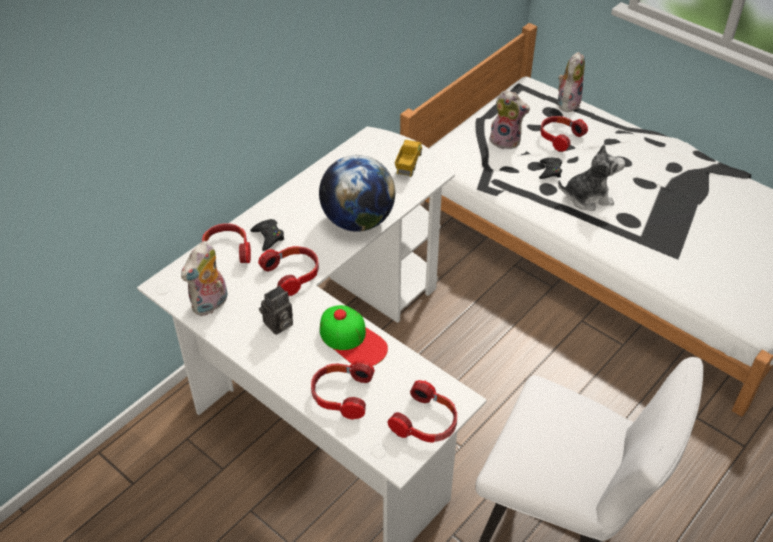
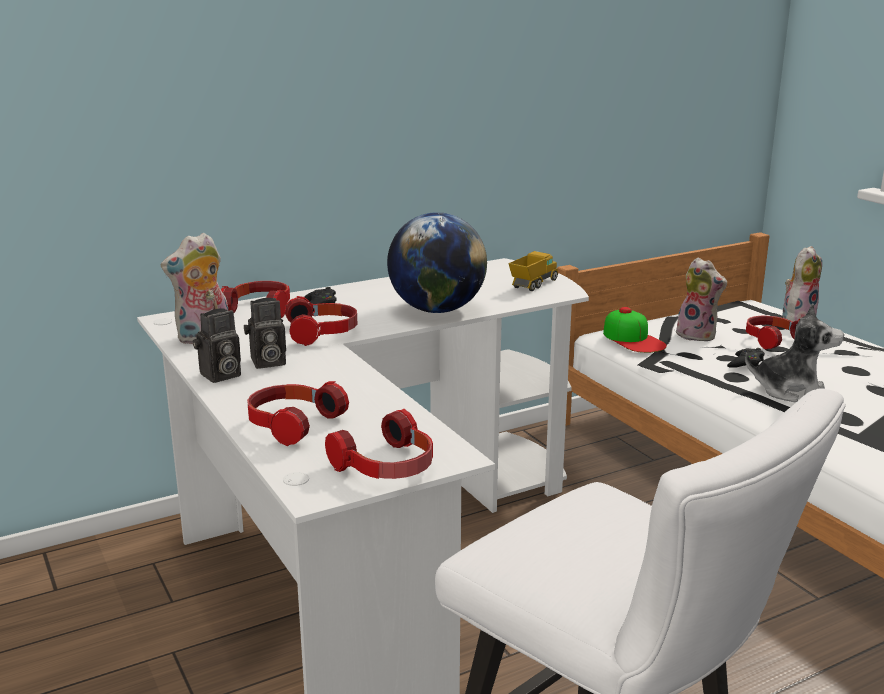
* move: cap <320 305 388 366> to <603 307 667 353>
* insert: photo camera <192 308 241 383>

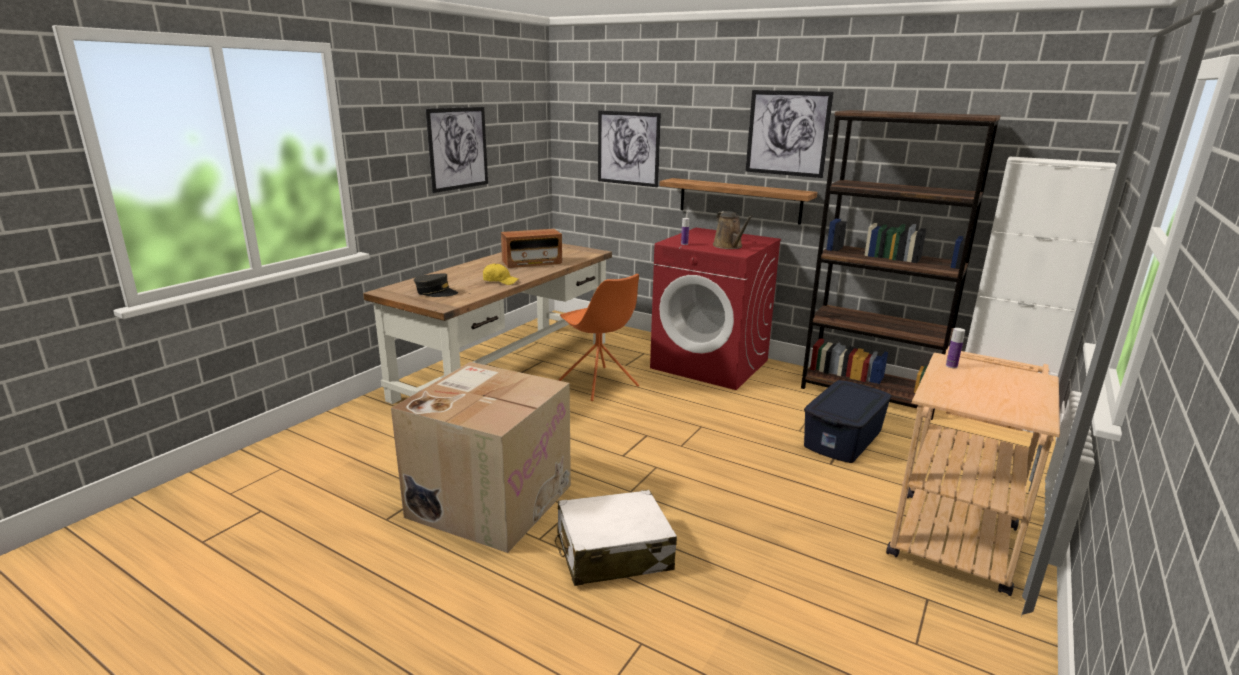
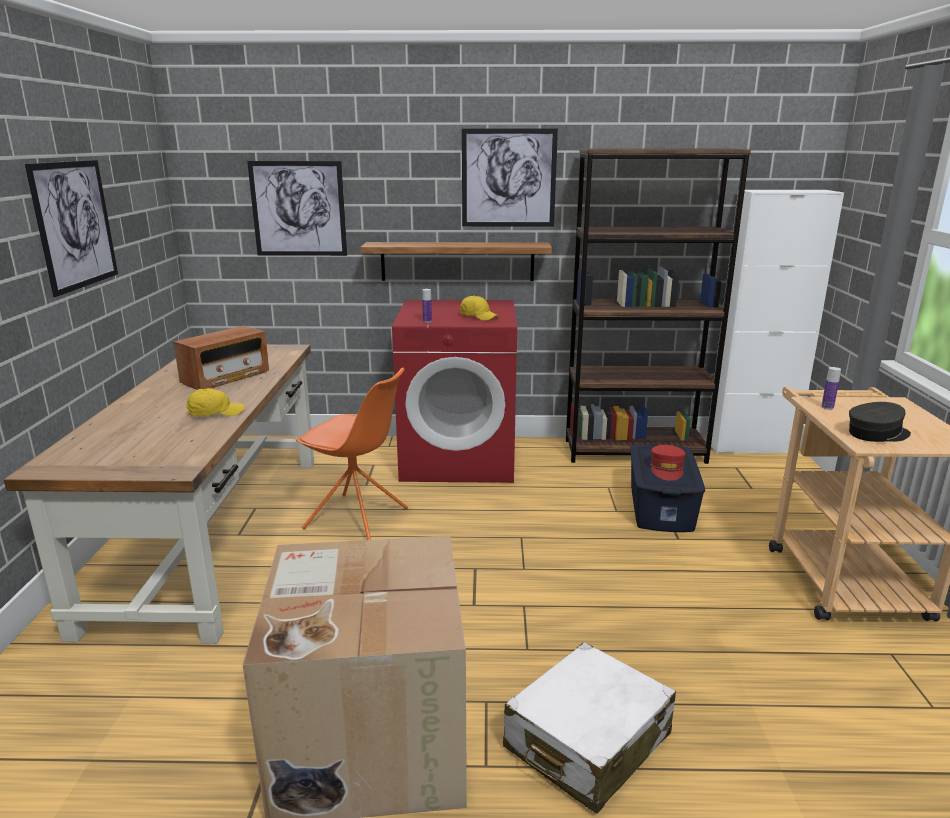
* replace: watering can in brown <713 211 753 249> to cap in yellow <460 296 499 321>
* move: cap in grey <414 273 458 297> to <849 402 911 442>
* insert: cap in red <651 445 686 481>

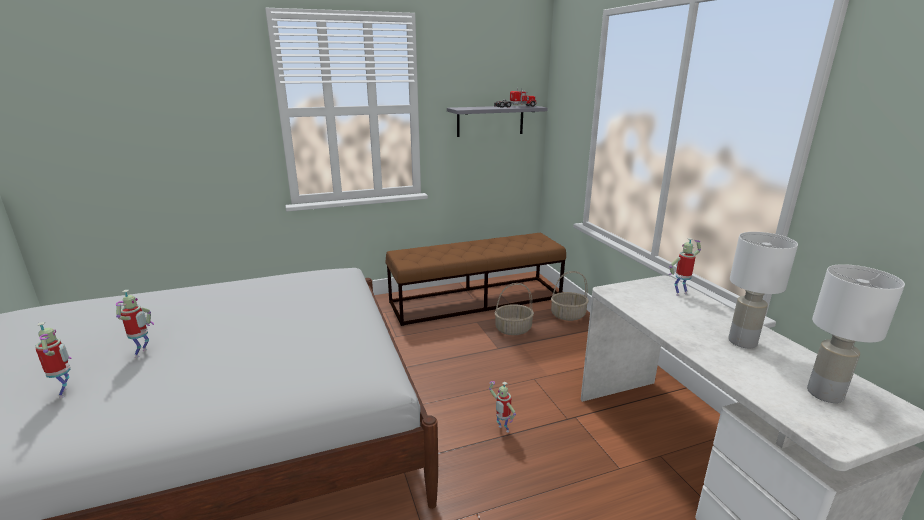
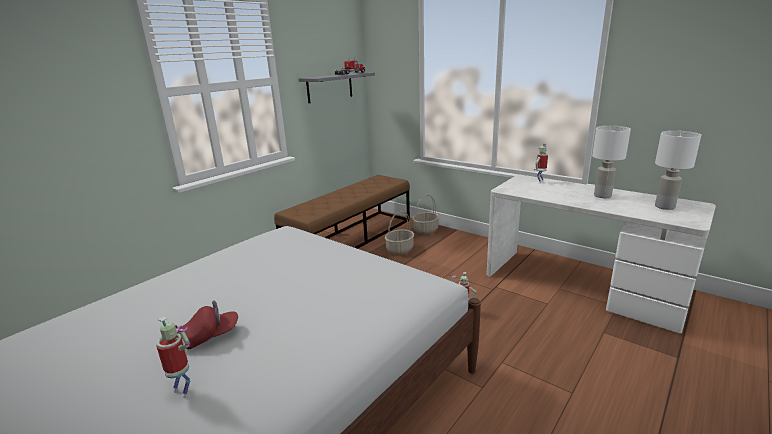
* replace: toy robot <116 290 154 358> to cap in red <175 300 238 349>

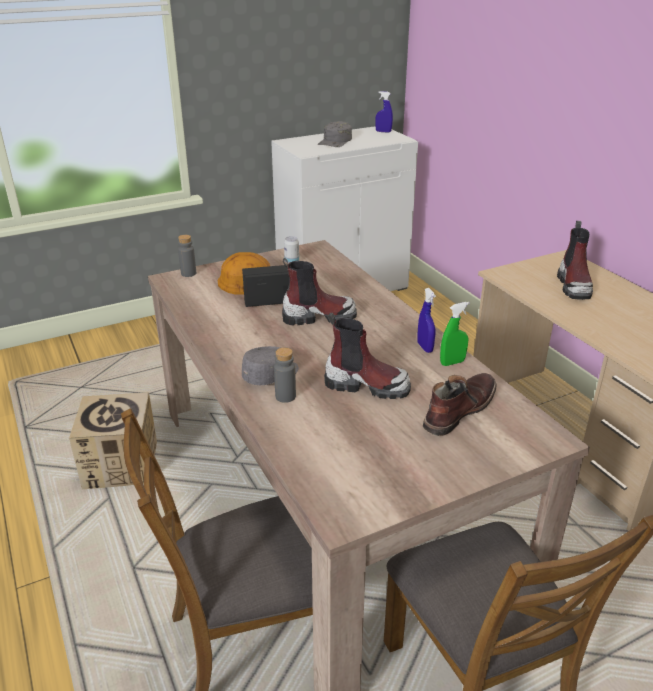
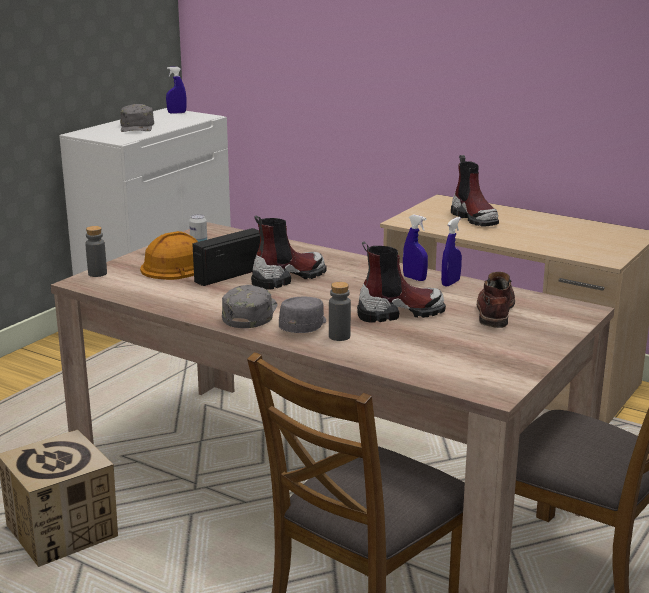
* recolor: spray bottle in green <440 302 470 366> to spray bottle in blue <441 217 462 287>
* insert: cap in grey <222 285 277 328>

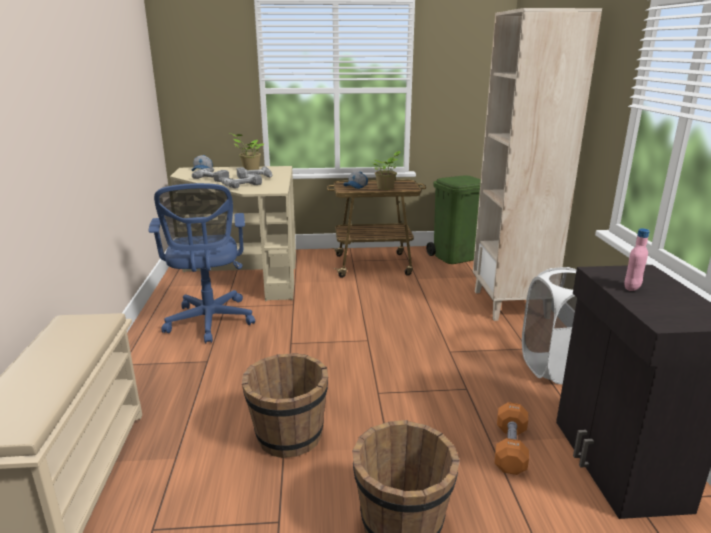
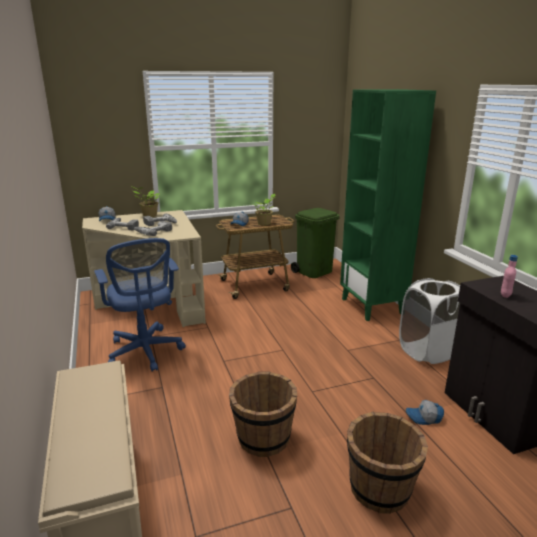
* recolor: bookcase in beige <473 8 602 321> to bookcase in green <340 89 436 321>
* replace: dumbbell in orange <494 402 529 475> to cap <406 400 444 425>

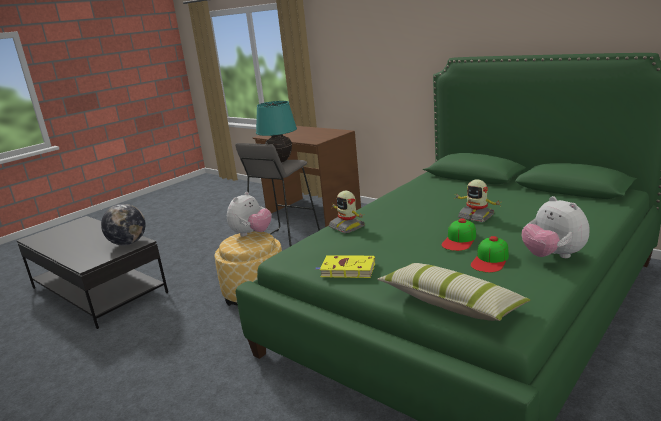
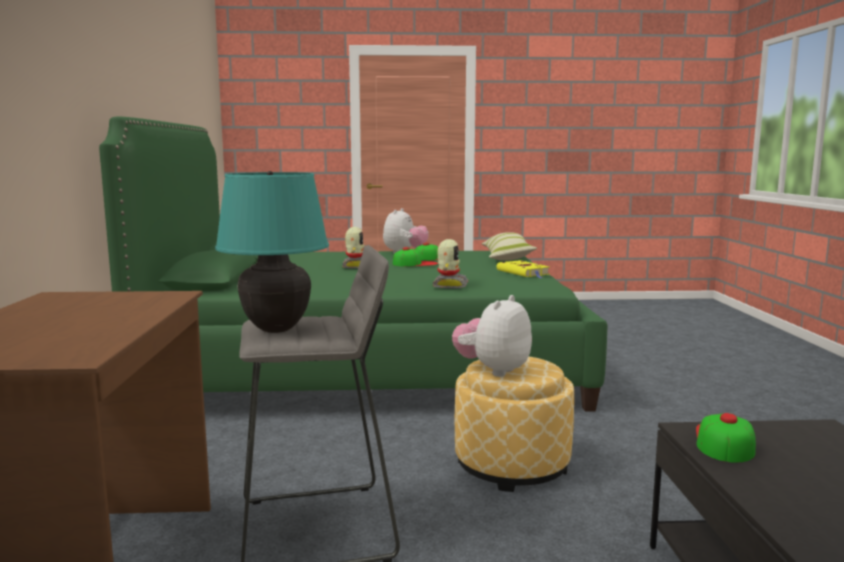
* rotate: plush toy <227 192 272 236> = <452 295 532 377> 45 degrees counterclockwise
* replace: globe <101 204 146 245> to cap <696 413 756 463>

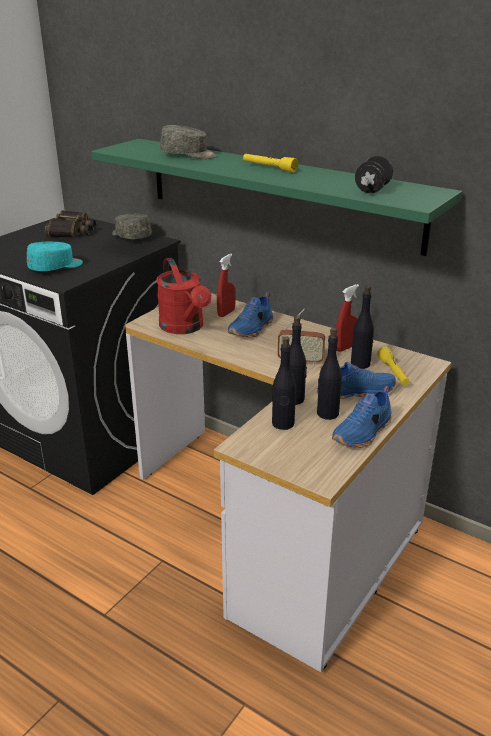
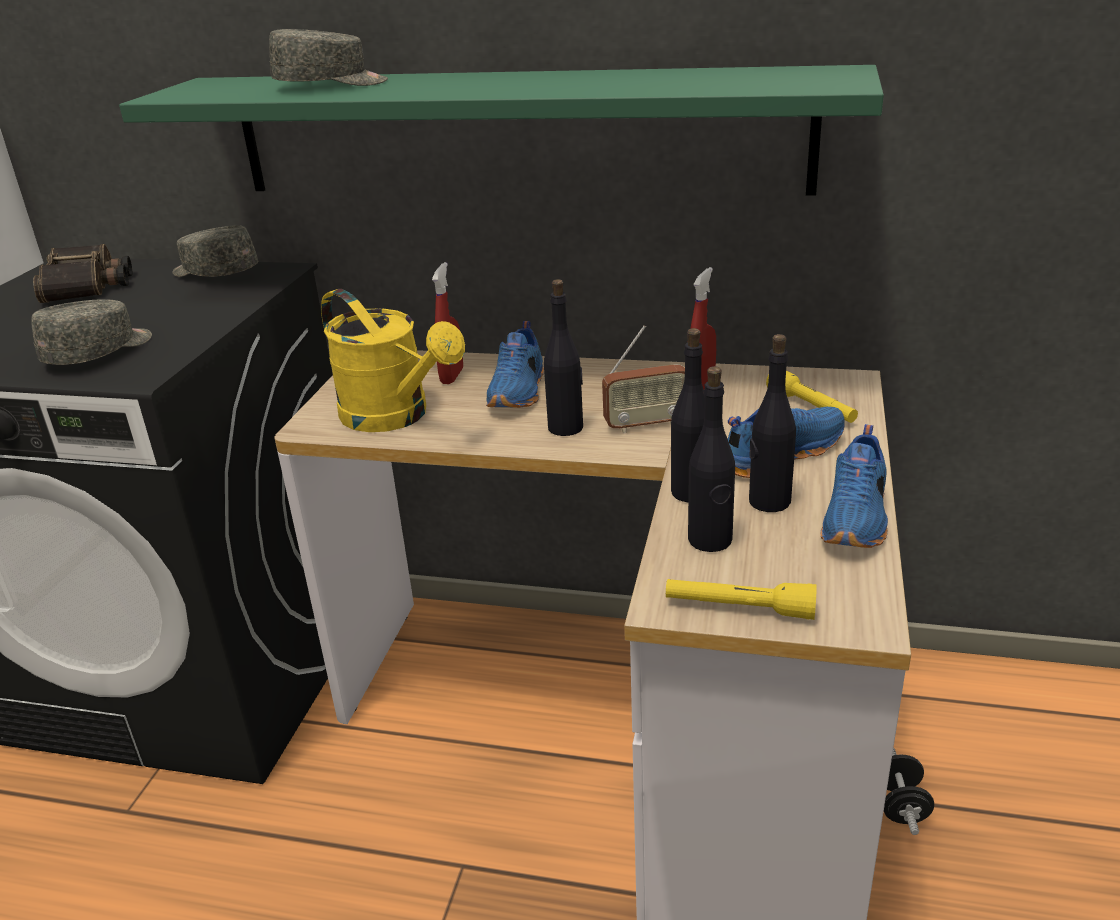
* move: flashlight in yellow <243 154 298 173> to <666 579 817 620>
* move: dumbbell in black <355 156 393 193> to <884 748 934 835>
* recolor: cap in turquoise <27 242 83 271> to cap in grey <31 299 152 365>
* recolor: watering can in red <156 258 211 334> to watering can in yellow <321 289 465 432>
* move: bottle in black <351 285 374 369> to <544 279 583 436>

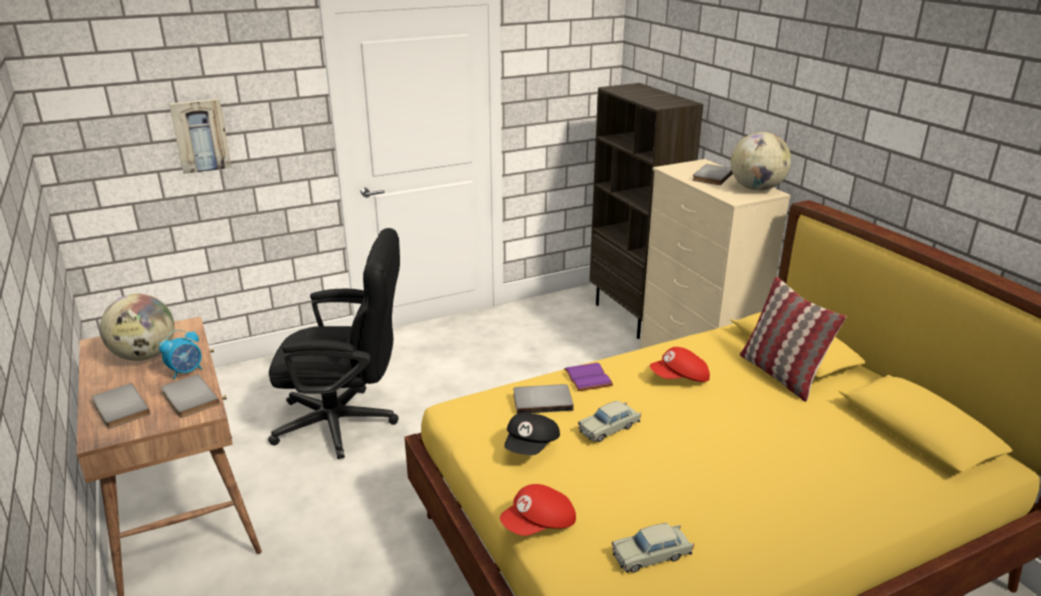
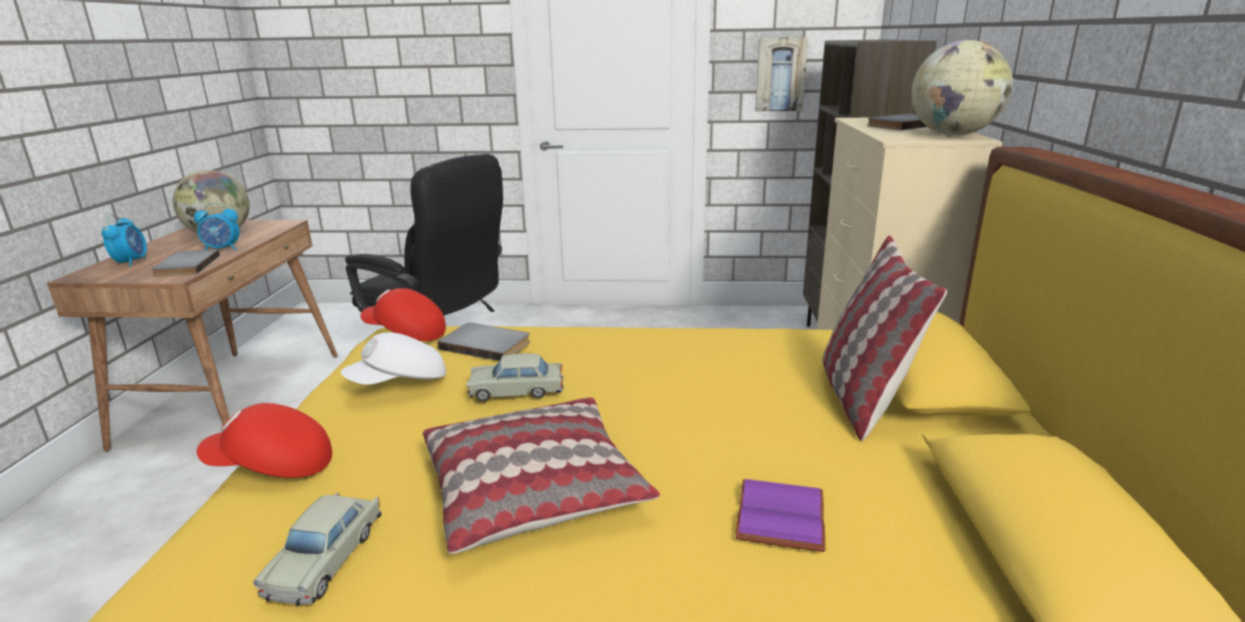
* move: picture <169 99 232 174> to <755 37 808 112>
* move: cap in red <650 347 710 382> to <360 288 446 341>
* move: book in purple <564 363 613 391> to <735 479 825 552>
* replace: book in grey <92 383 150 429> to alarm clock <102 215 147 267>
* recolor: cap in black <504 412 560 455> to cap in white <341 332 446 385>
* rotate: toy car in beige <612 523 694 573> = <253 492 382 606> 90 degrees counterclockwise
* insert: pillow <423 398 660 554>

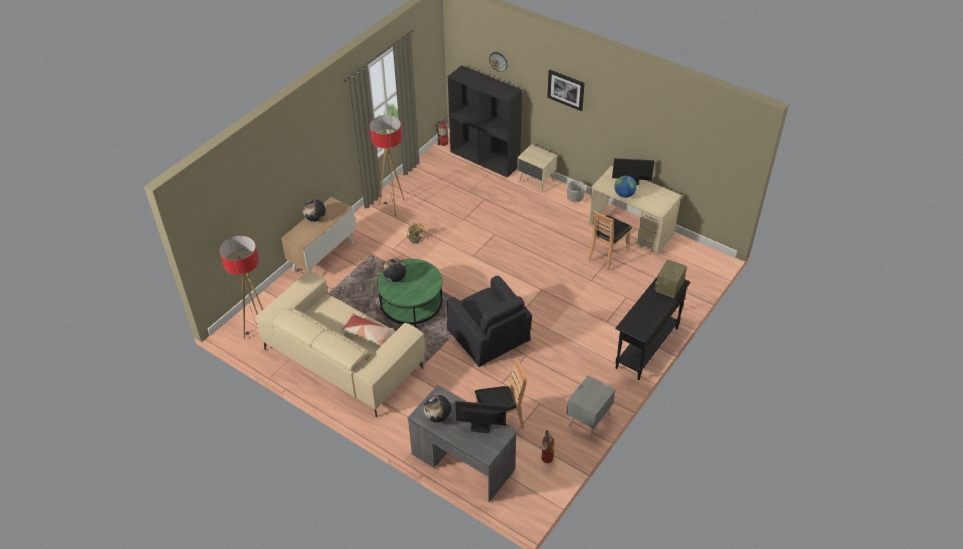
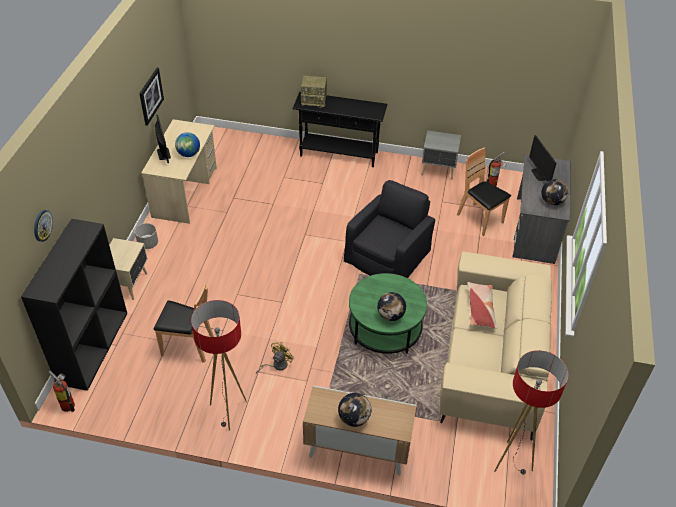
* move: picture <547 70 585 111> to <139 68 164 126>
* move: chair in brown <587 211 632 271> to <154 283 214 363>

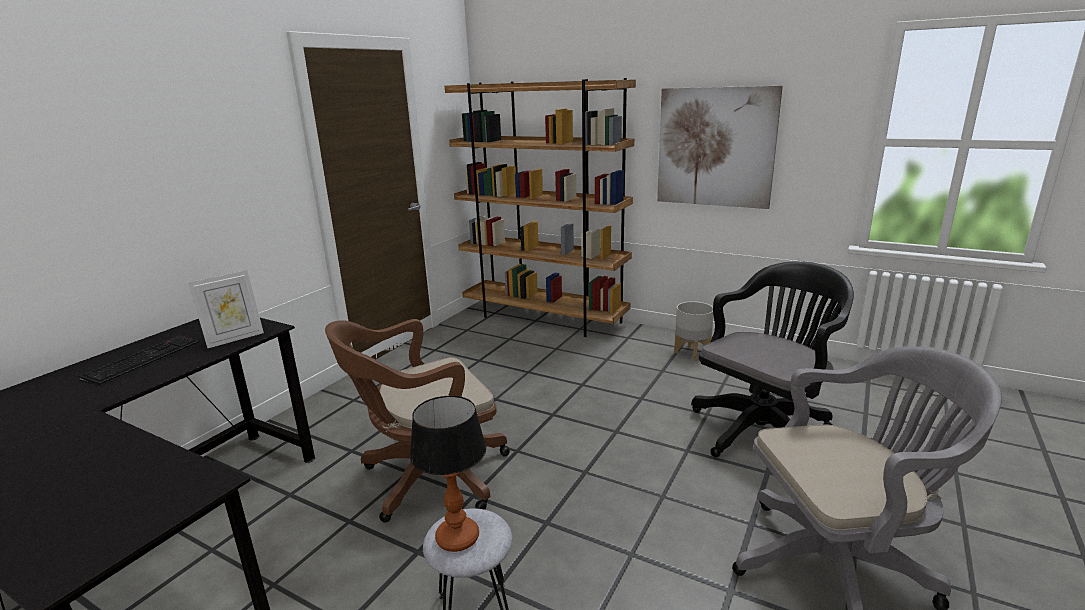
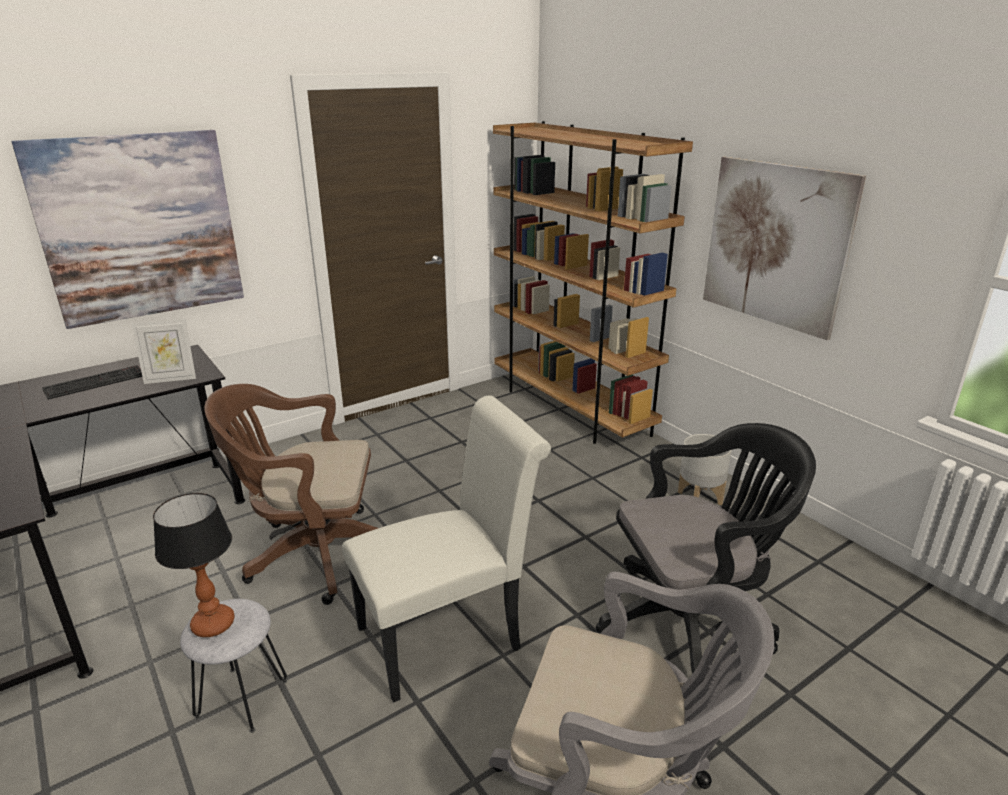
* insert: picture <11 130 244 329>
* insert: chair in white <342 395 551 703>

